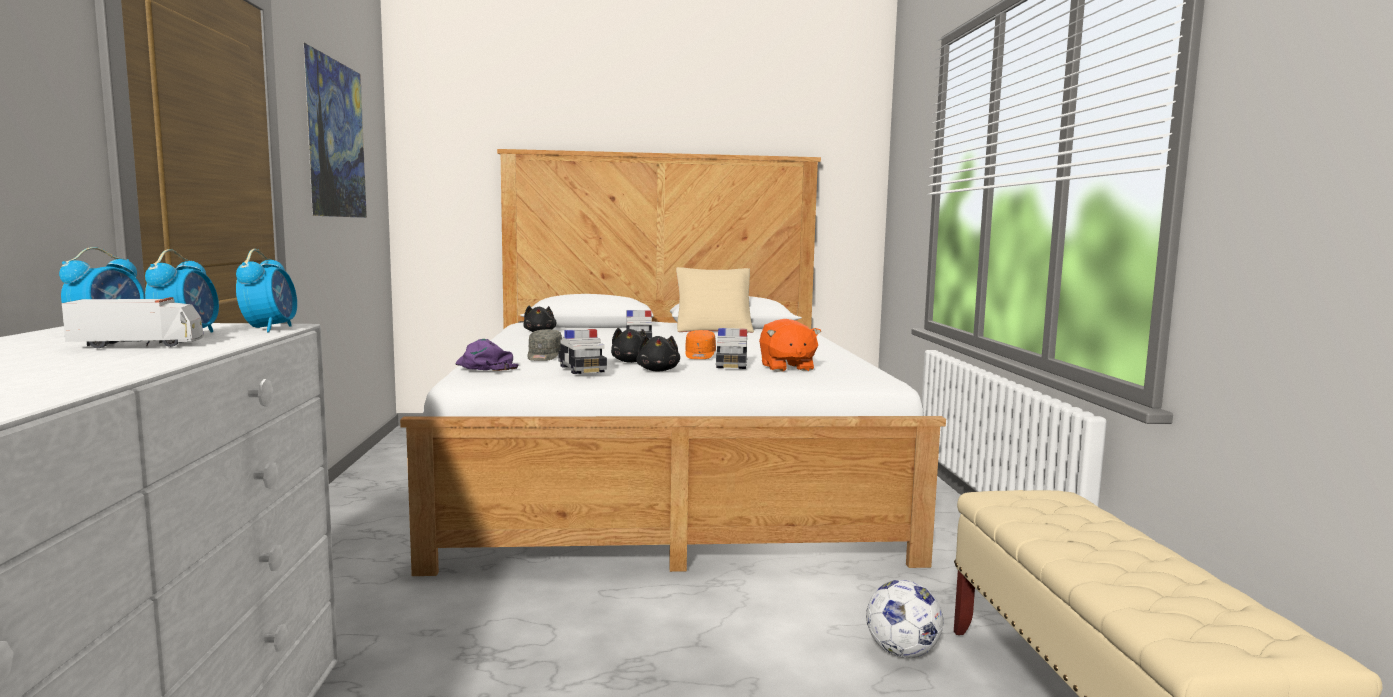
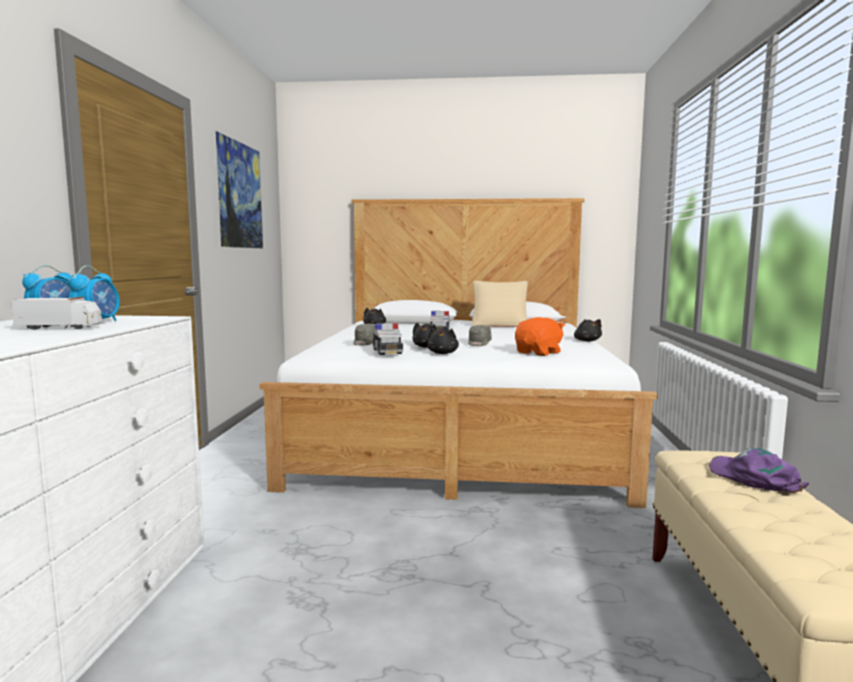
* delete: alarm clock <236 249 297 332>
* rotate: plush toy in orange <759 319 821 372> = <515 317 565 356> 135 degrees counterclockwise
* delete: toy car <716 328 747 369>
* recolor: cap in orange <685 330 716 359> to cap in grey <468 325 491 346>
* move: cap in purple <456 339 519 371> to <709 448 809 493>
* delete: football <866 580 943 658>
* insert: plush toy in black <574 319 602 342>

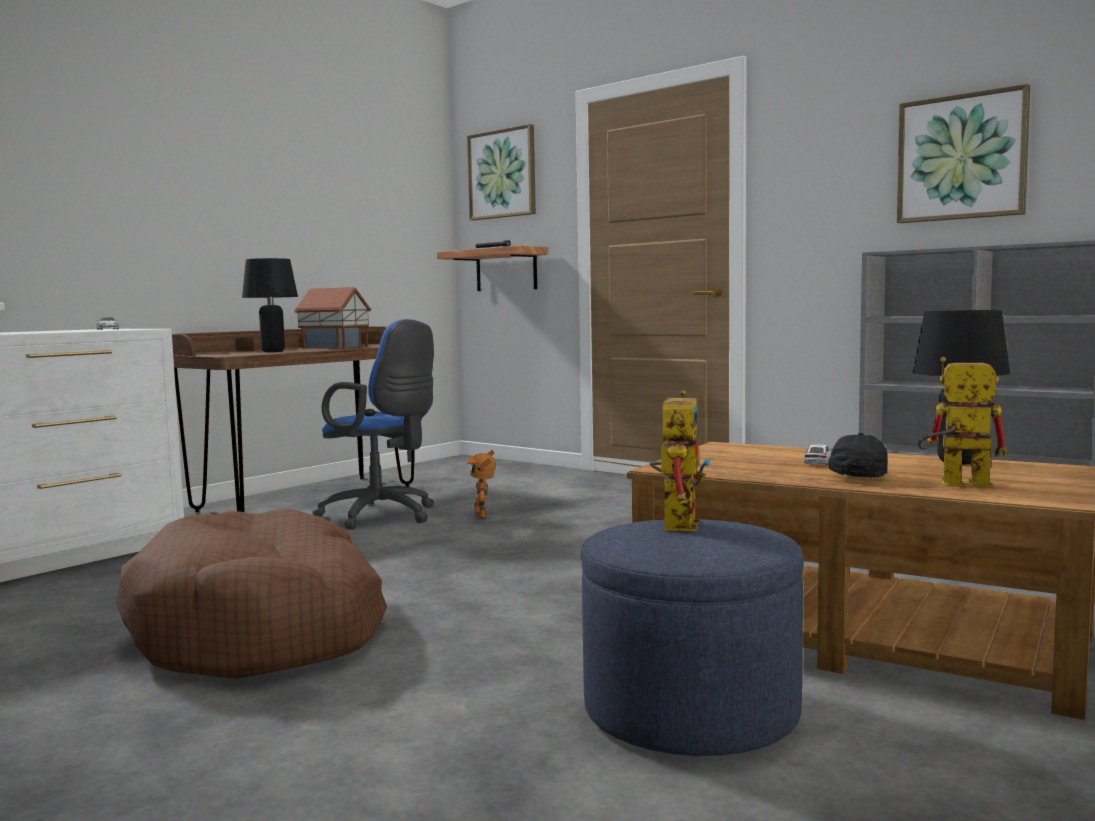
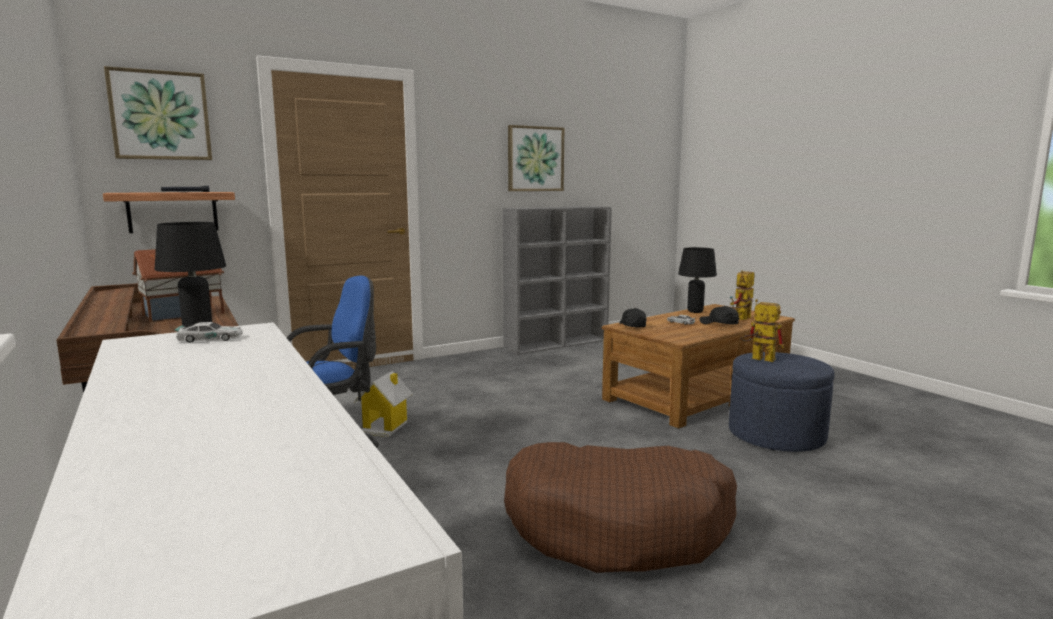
* replace: toy robot <467 450 495 518> to toy house <354 371 413 437>
* insert: cap in black <620 308 646 328>

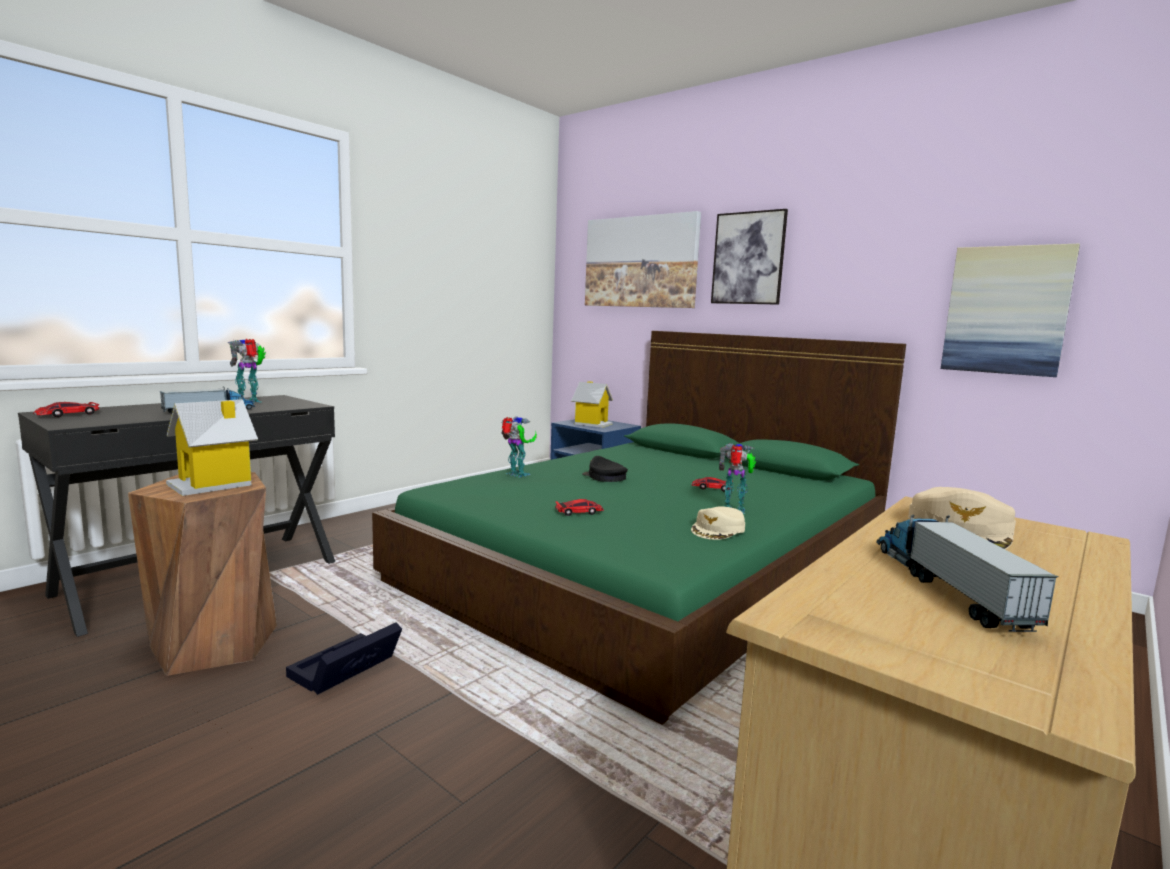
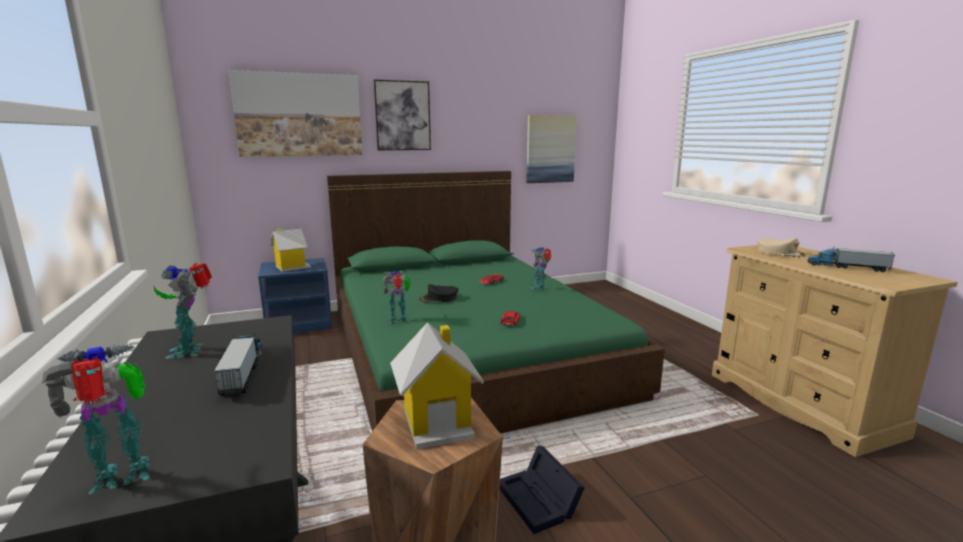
* replace: toy car <33 402 100 417> to toy robot <42 344 150 494>
* delete: cap in beige <691 506 745 540>

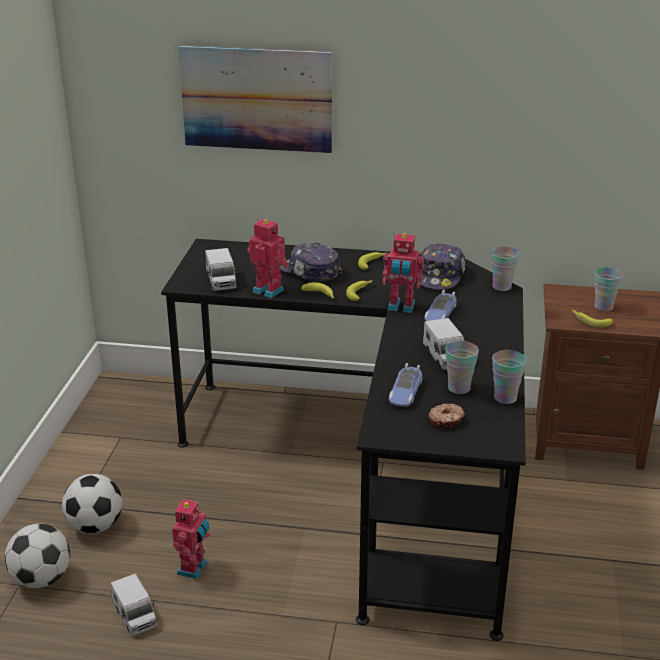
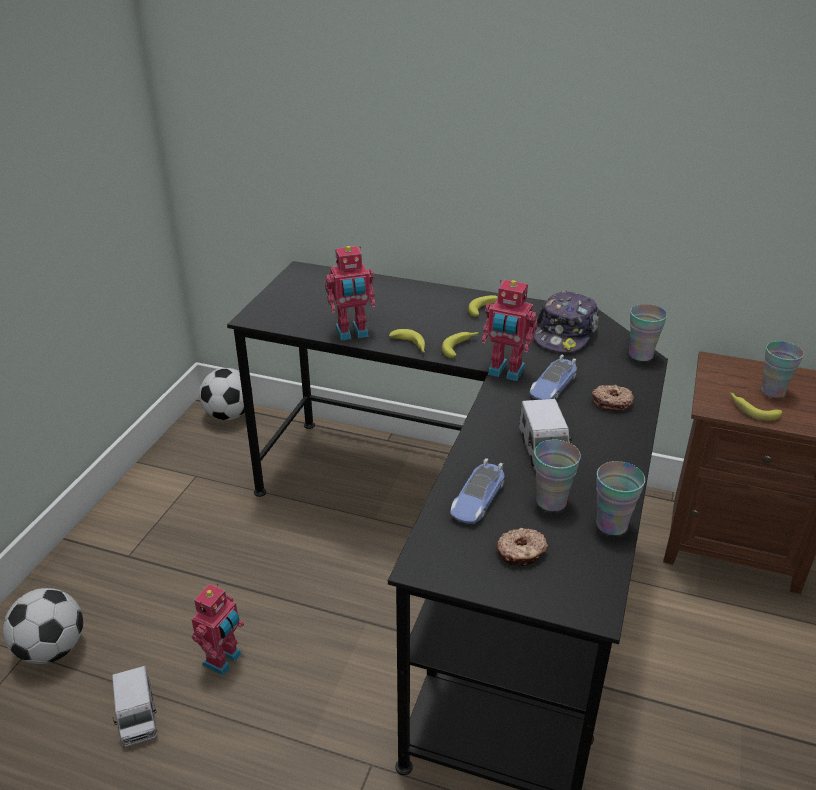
* delete: picture <178 46 332 153>
* rotate: toy robot <247 218 289 298> = <325 246 375 341> 120 degrees clockwise
* delete: cap <279 242 342 282>
* delete: toy truck <205 248 237 291>
* move: football <62 474 123 533> to <199 368 253 420>
* insert: donut <592 385 634 411>

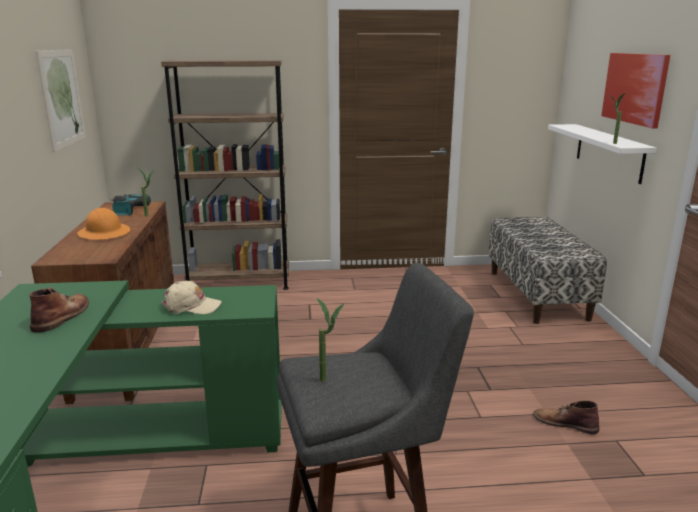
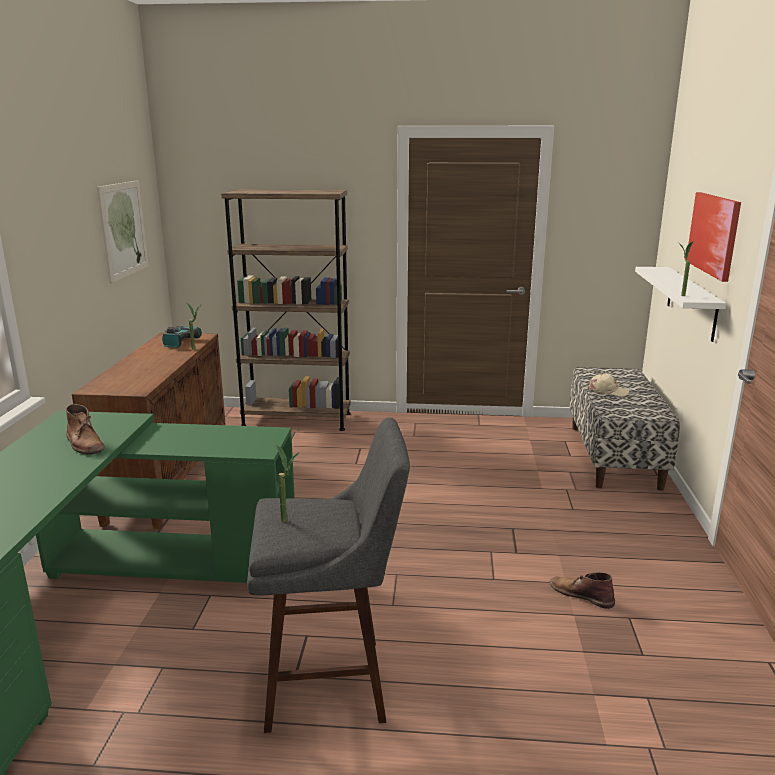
* delete: hard hat in orange <77 208 130 240>
* move: cap in beige <161 281 222 314> to <588 374 629 396>
* rotate: boot in brown <29 287 89 333> = <66 404 105 454> 120 degrees clockwise

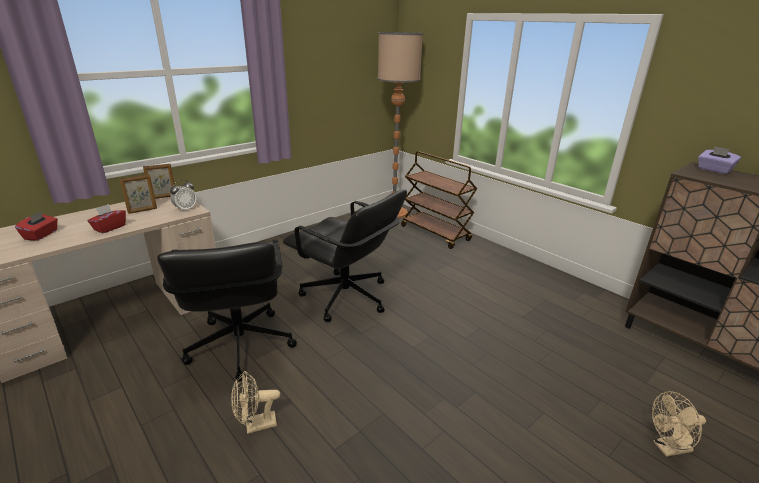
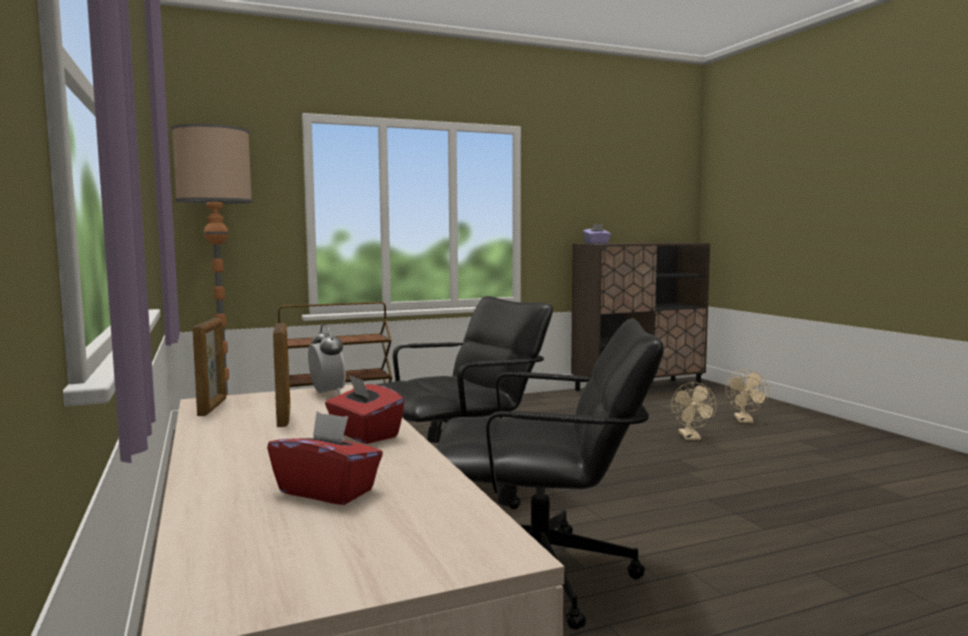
* move: fan in beige <231 371 280 434> to <671 382 716 440>

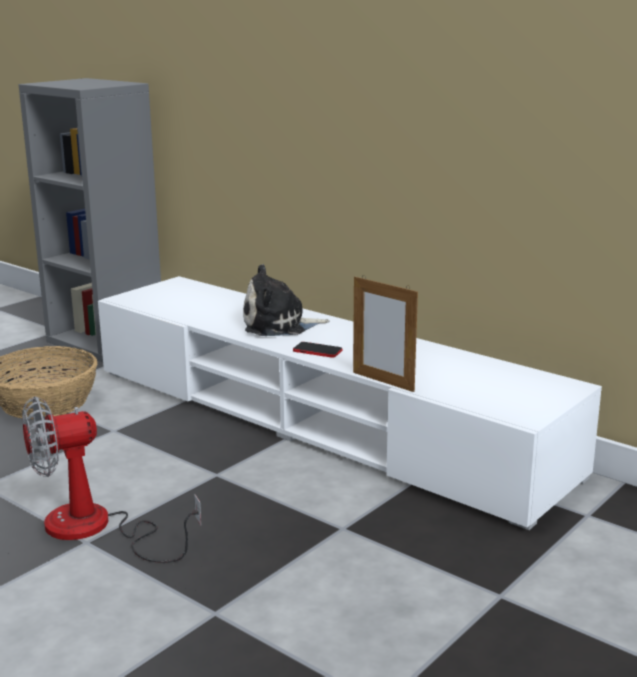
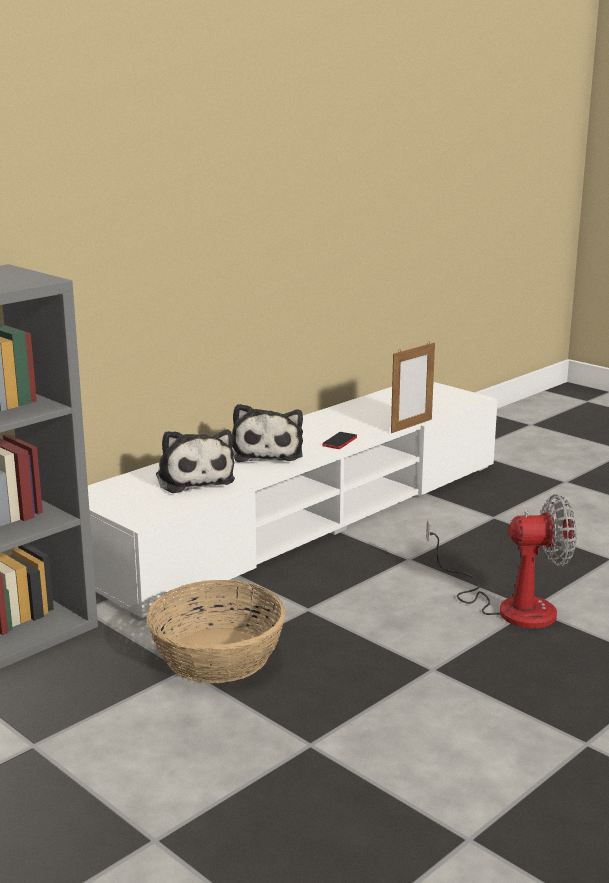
* rotate: fan <22 396 202 563> = <426 494 577 628> 75 degrees counterclockwise
* insert: plush toy <156 429 235 493>

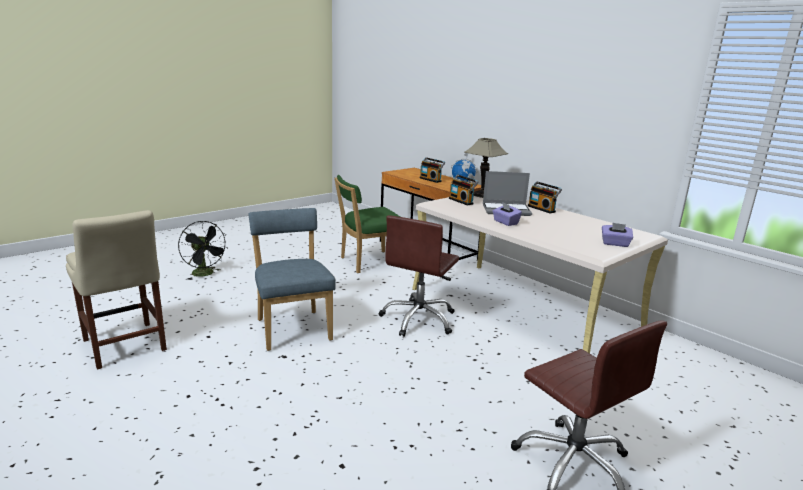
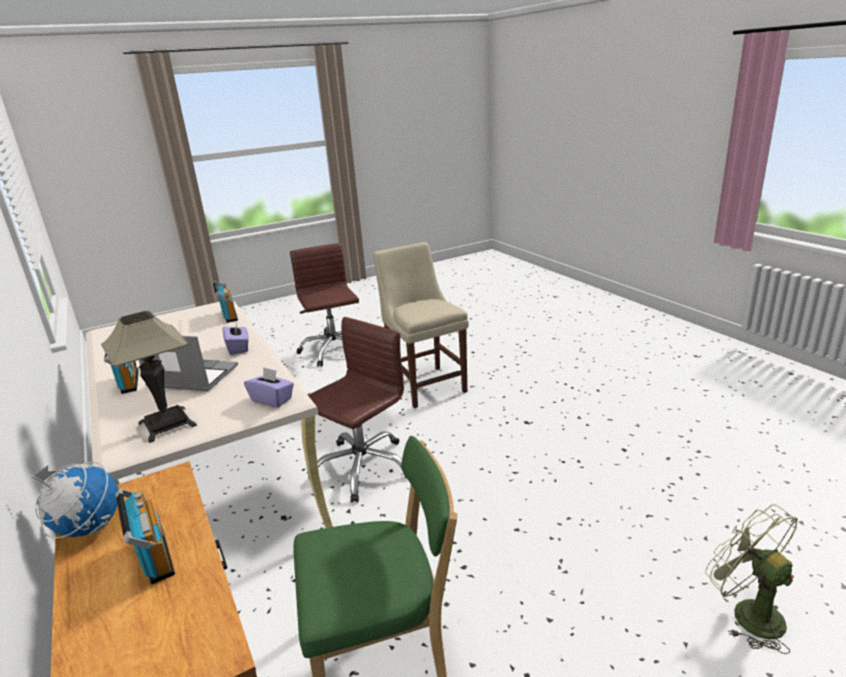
* move: radio <449 174 479 205> to <213 280 238 323>
* delete: chair in blue <249 208 336 351>
* move: chair in beige <66 210 167 370> to <373 242 469 408>
* recolor: fan in black <178 221 228 279> to fan in green <705 504 798 654>
* move: tissue box in purple <602 223 633 247> to <244 367 294 408>

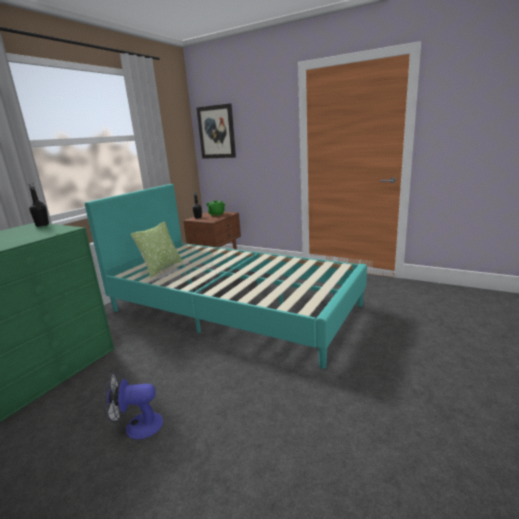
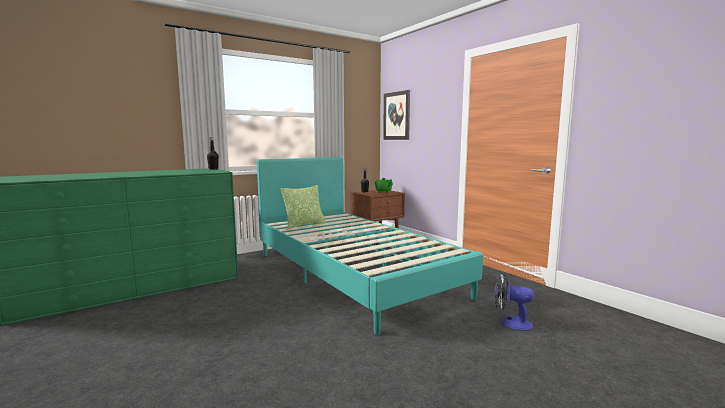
* move: fan <103 371 163 440> to <495 272 534 331>

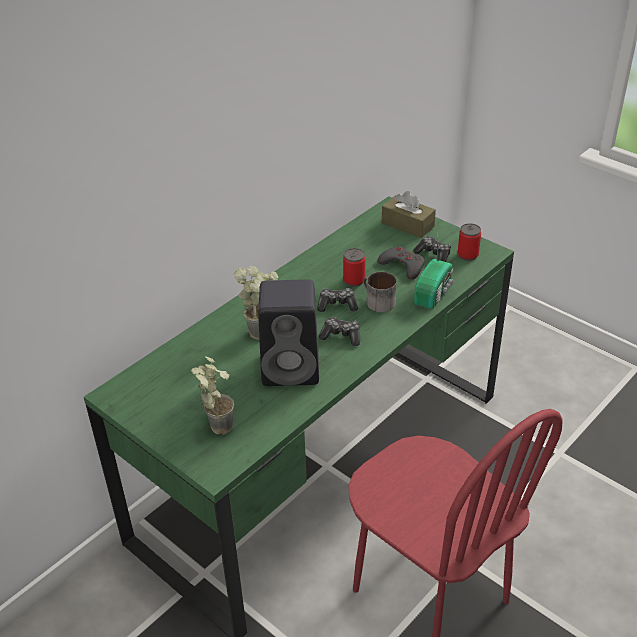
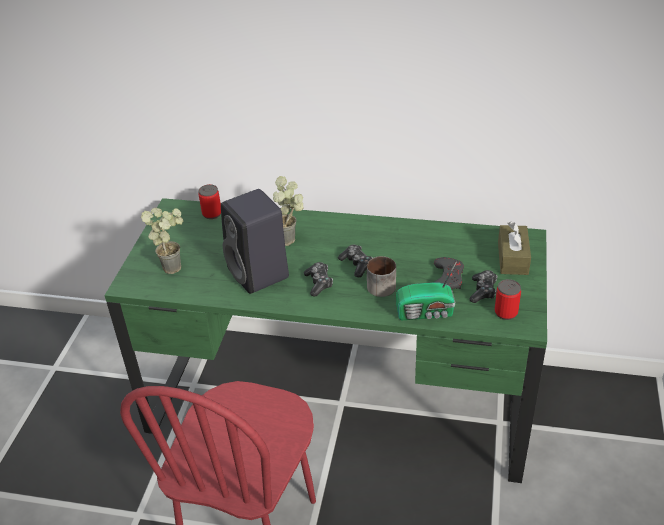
* move: can <343 248 365 287> to <199 184 221 219>

